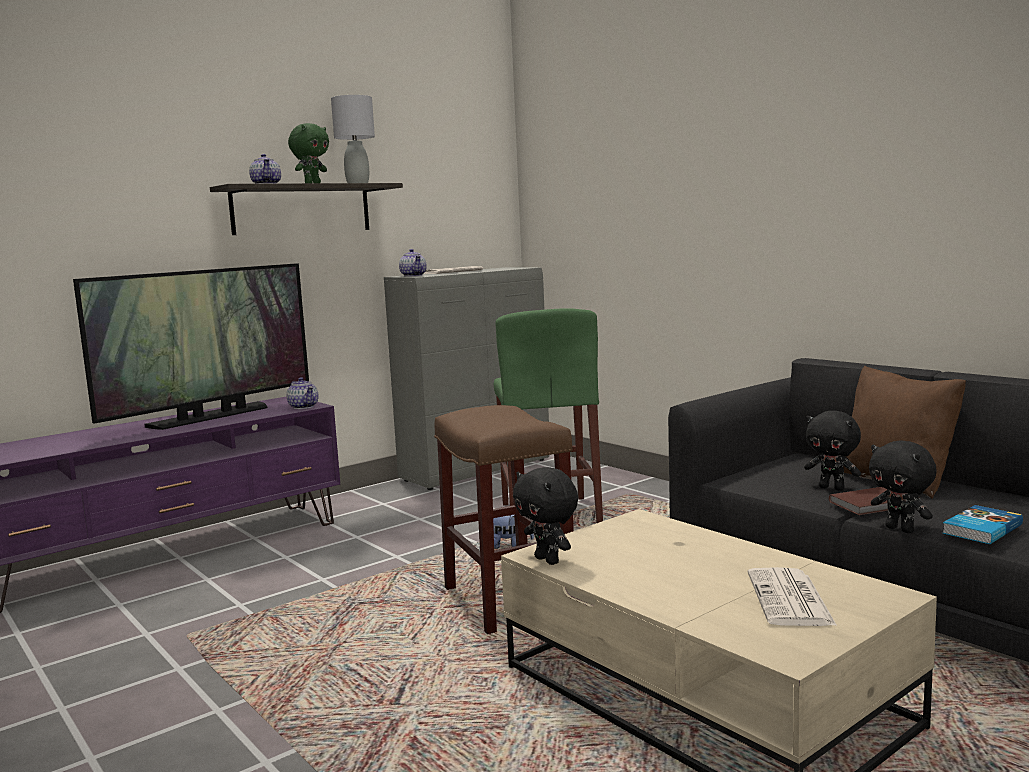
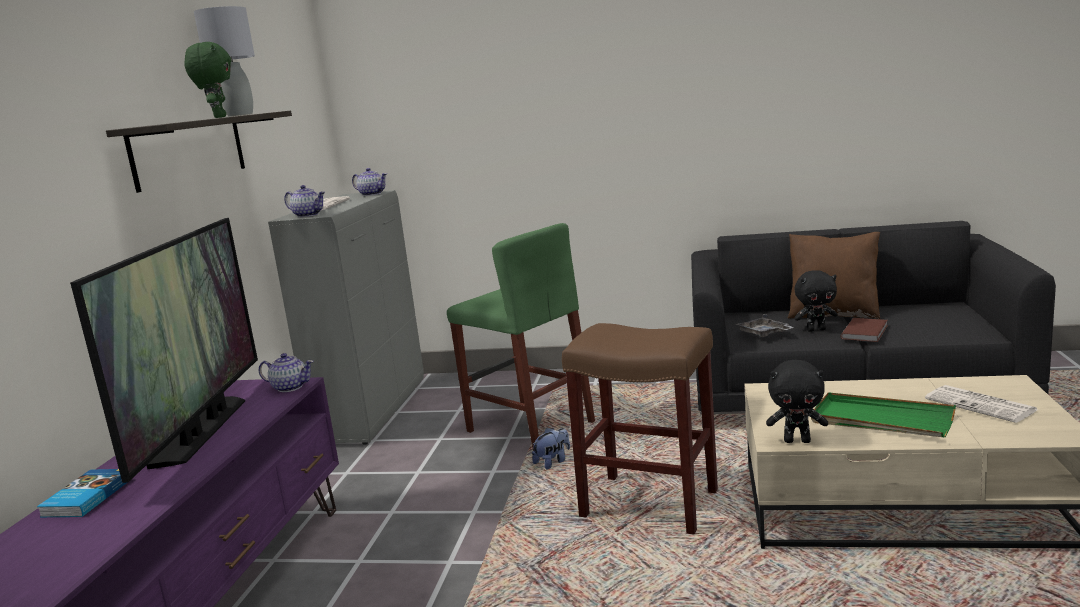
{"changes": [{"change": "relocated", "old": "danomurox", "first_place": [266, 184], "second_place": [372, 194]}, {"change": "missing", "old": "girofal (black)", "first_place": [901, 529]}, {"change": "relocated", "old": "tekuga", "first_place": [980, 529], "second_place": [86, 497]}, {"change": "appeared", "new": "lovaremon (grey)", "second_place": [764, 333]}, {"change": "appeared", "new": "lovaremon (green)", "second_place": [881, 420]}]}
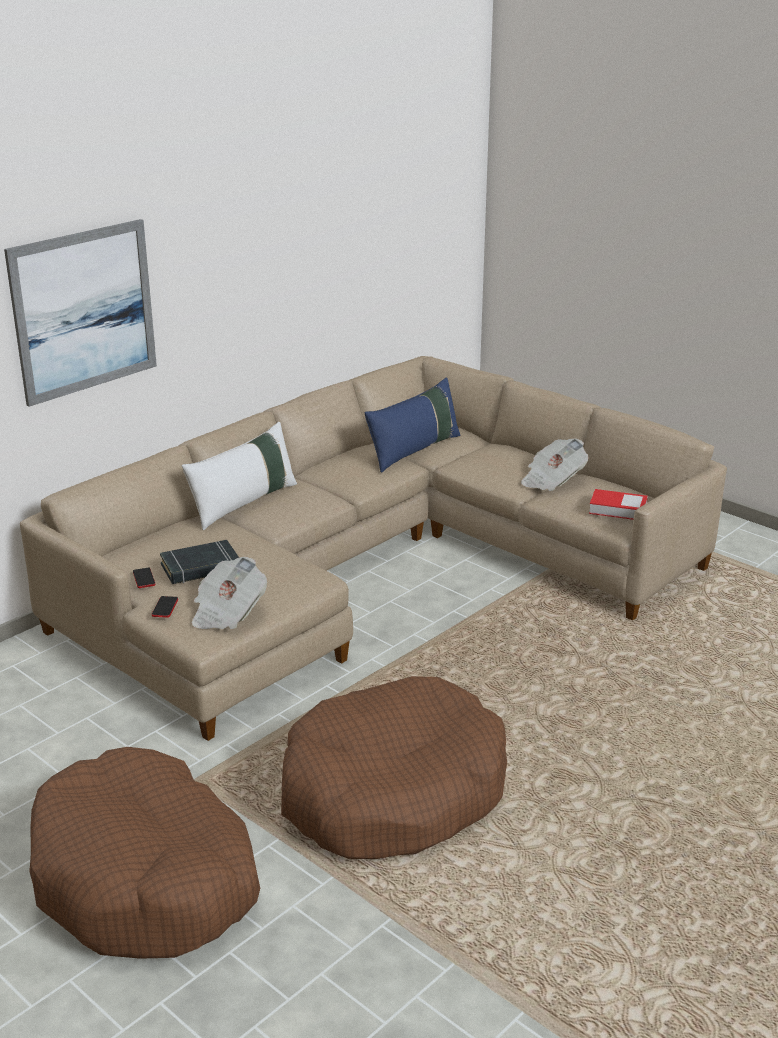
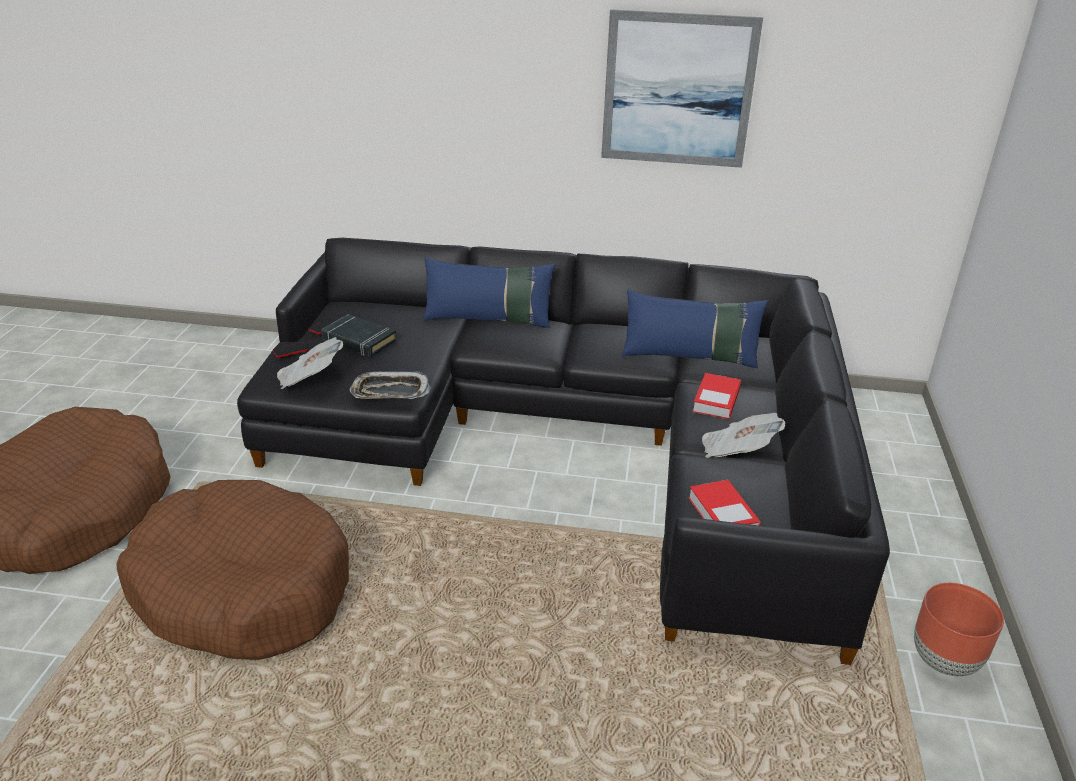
{"changes": [{"change": "relocated", "old": "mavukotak", "first_place": [84, 311], "second_place": [678, 90]}, {"change": "colour", "old": "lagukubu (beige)", "new": "lagukubu (black)", "first_place": [370, 570], "second_place": [575, 440]}, {"change": "colour", "old": "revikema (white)", "new": "revikema (blue)", "first_place": [244, 503], "second_place": [488, 319]}, {"change": "appeared", "new": "lovaremon", "second_place": [390, 392]}, {"change": "appeared", "new": "tekuga", "second_place": [716, 401]}, {"change": "appeared", "new": "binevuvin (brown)", "second_place": [944, 660]}]}
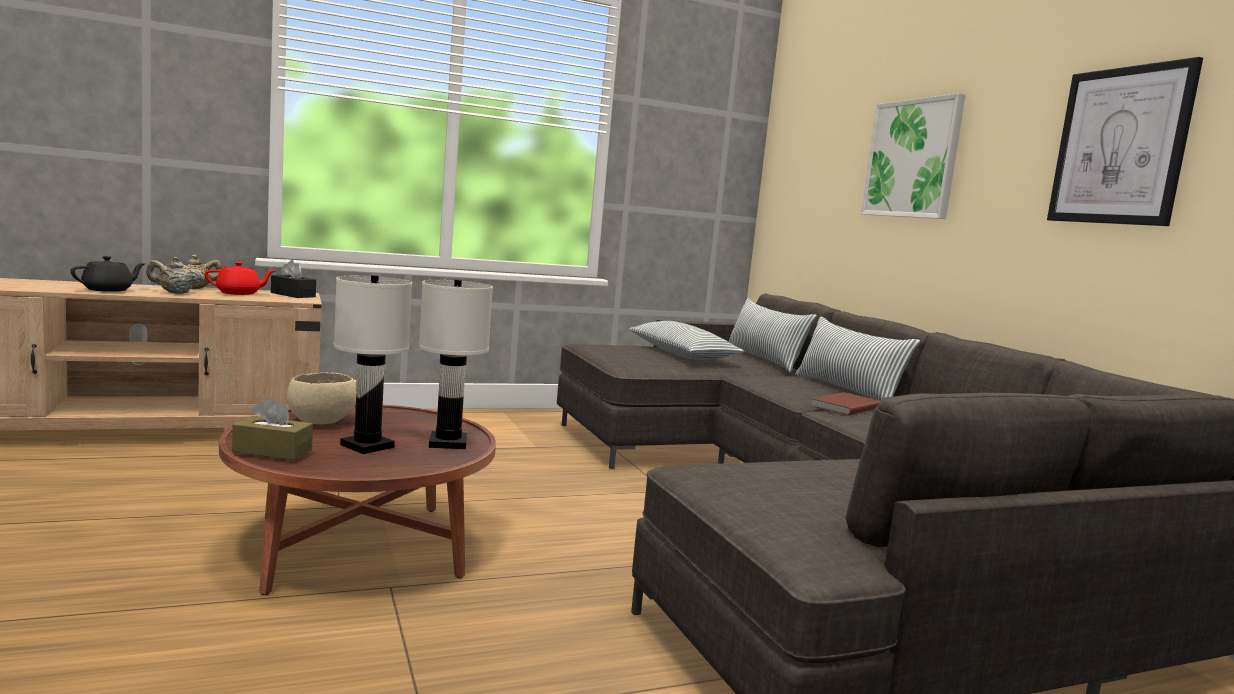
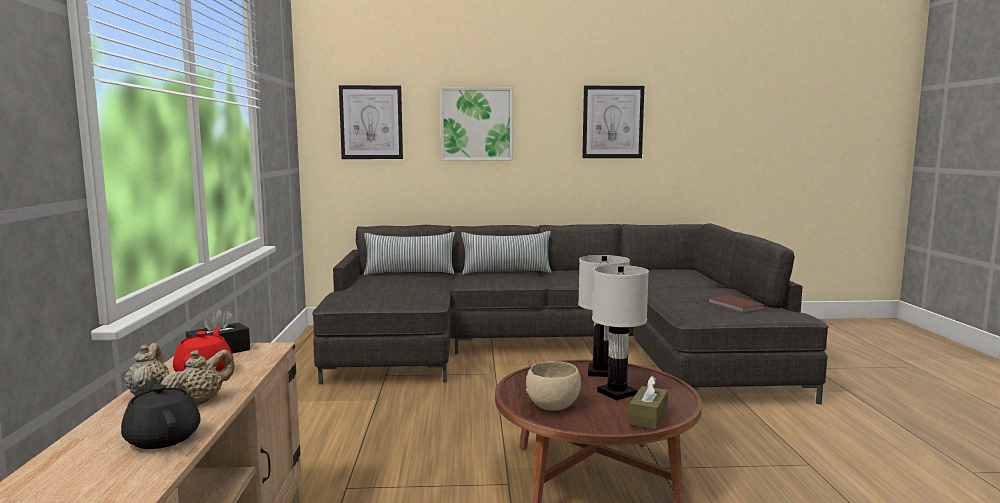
{"changes": [{"change": "spun", "old": "danomurox (beige)", "first_place": [175, 293], "second_place": [200, 401], "degrees": -150}, {"change": "missing", "old": "revikema", "first_place": [681, 354]}, {"change": "relocated", "old": "tekuga (brown)", "first_place": [844, 407], "second_place": [735, 306]}, {"change": "appeared", "new": "mavukotak", "second_place": [371, 122]}]}
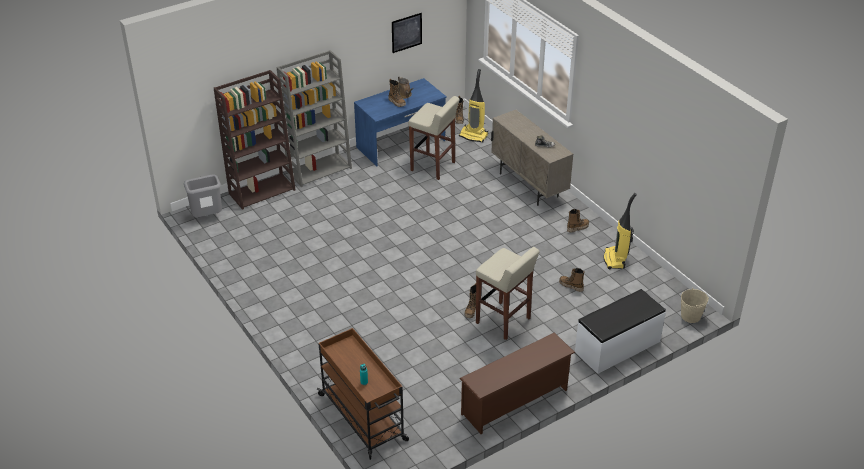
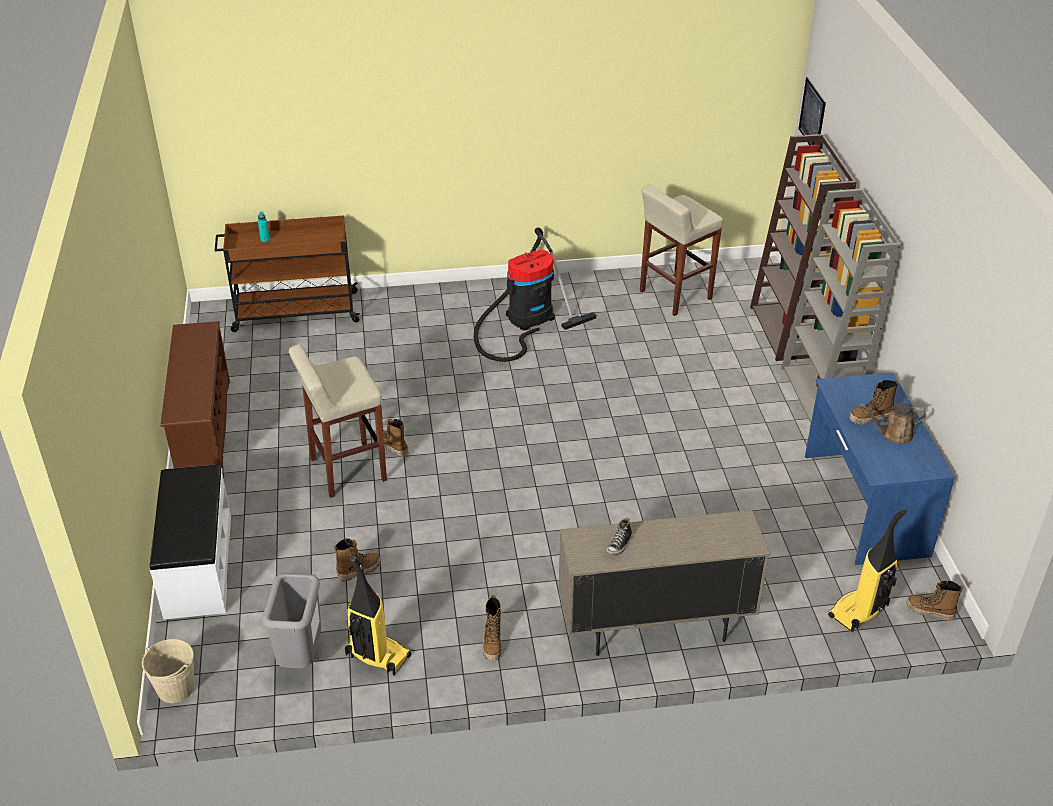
{"changes": [{"change": "relocated", "old": "mavukotak", "first_place": [406, 32], "second_place": [812, 115]}, {"change": "relocated", "old": "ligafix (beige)", "first_place": [433, 167], "second_place": [674, 295]}, {"change": "relocated", "old": "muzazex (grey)", "first_place": [207, 217], "second_place": [301, 658]}, {"change": "appeared", "new": "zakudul", "second_place": [526, 319]}]}
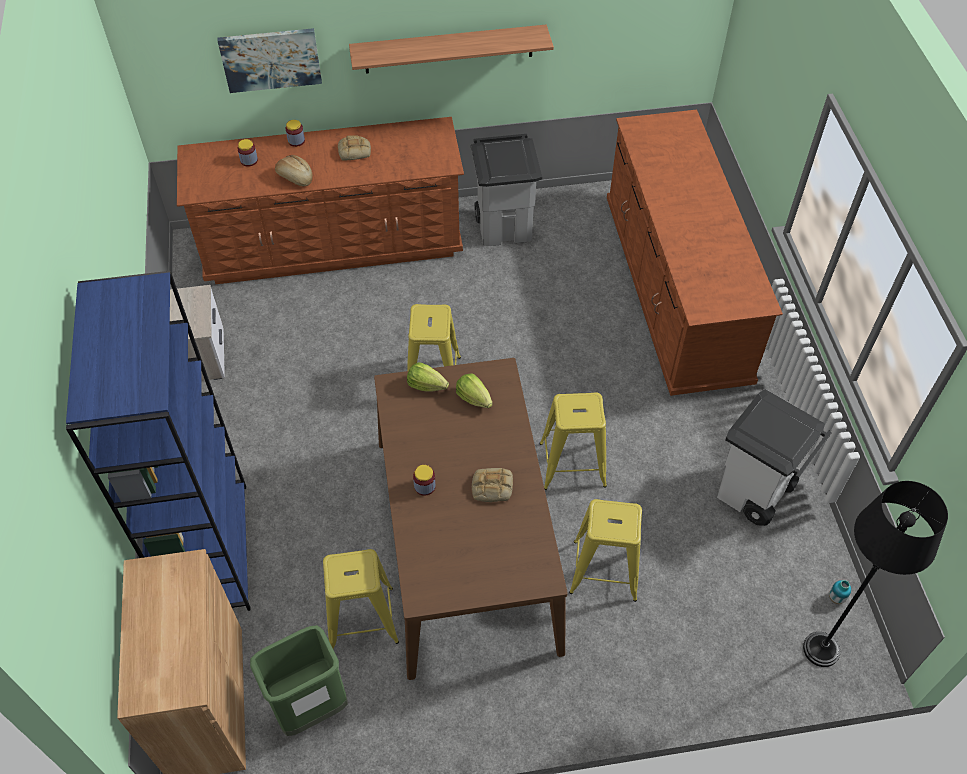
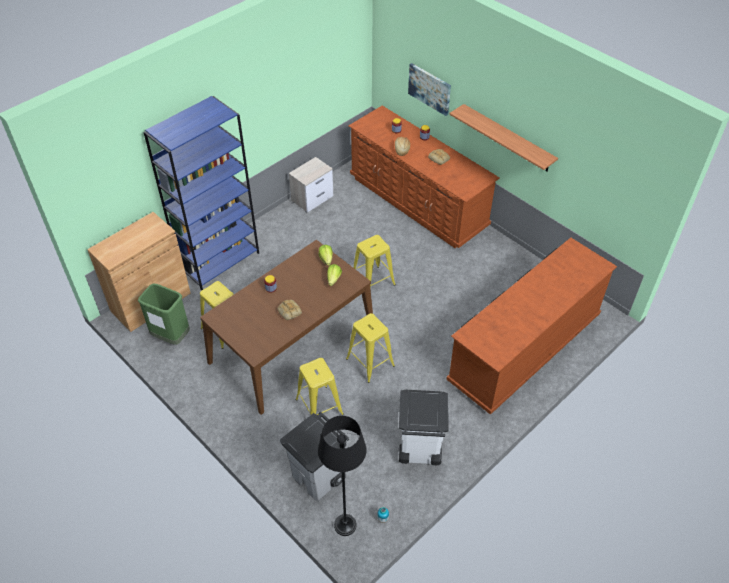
{"changes": [{"change": "relocated", "old": "muzazex (grey)", "first_place": [505, 227], "second_place": [318, 477]}]}
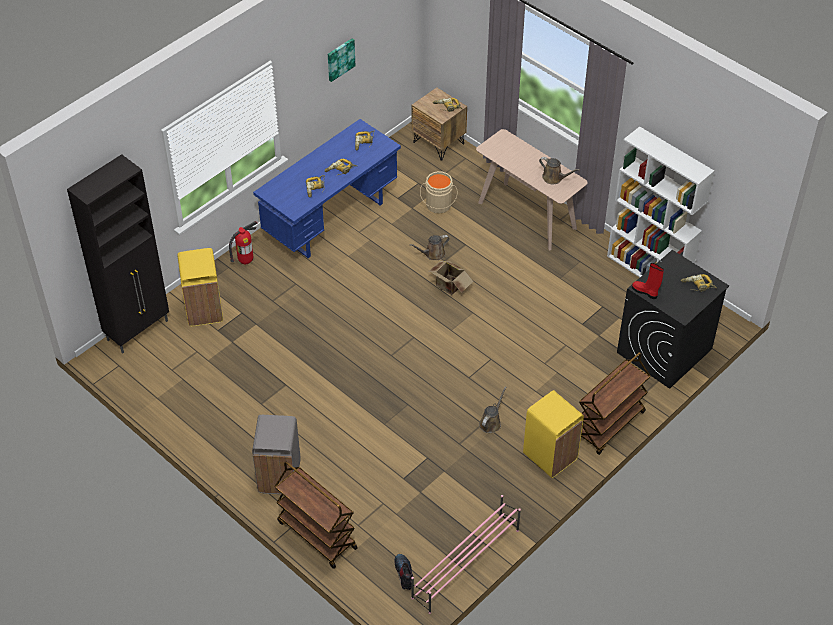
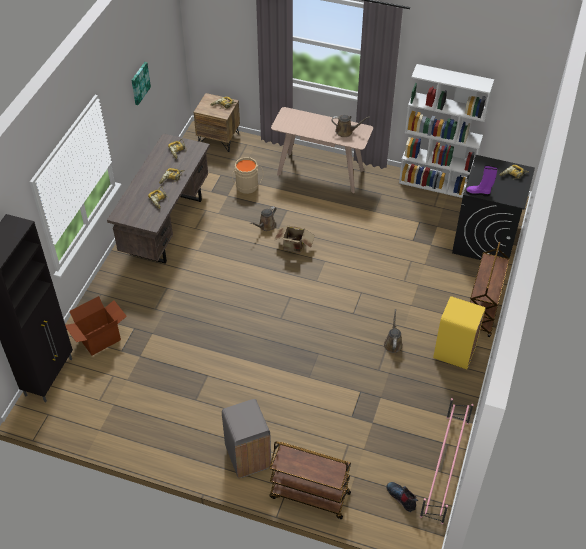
{"changes": [{"change": "colour", "old": "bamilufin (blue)", "new": "bamilufin (brown)", "first_place": [331, 219], "second_place": [166, 225]}, {"change": "missing", "old": "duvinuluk", "first_place": [246, 261]}, {"change": "exchanged", "old": "muzazex (yellow)", "new": "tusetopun", "first_place": [203, 310], "second_place": [99, 338]}, {"change": "colour", "old": "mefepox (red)", "new": "mefepox (purple)", "first_place": [645, 292], "second_place": [478, 193]}]}
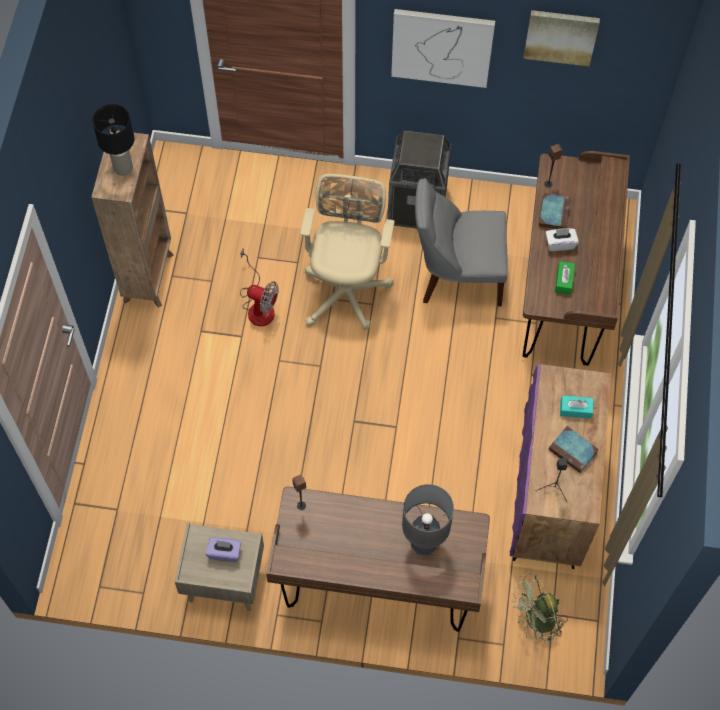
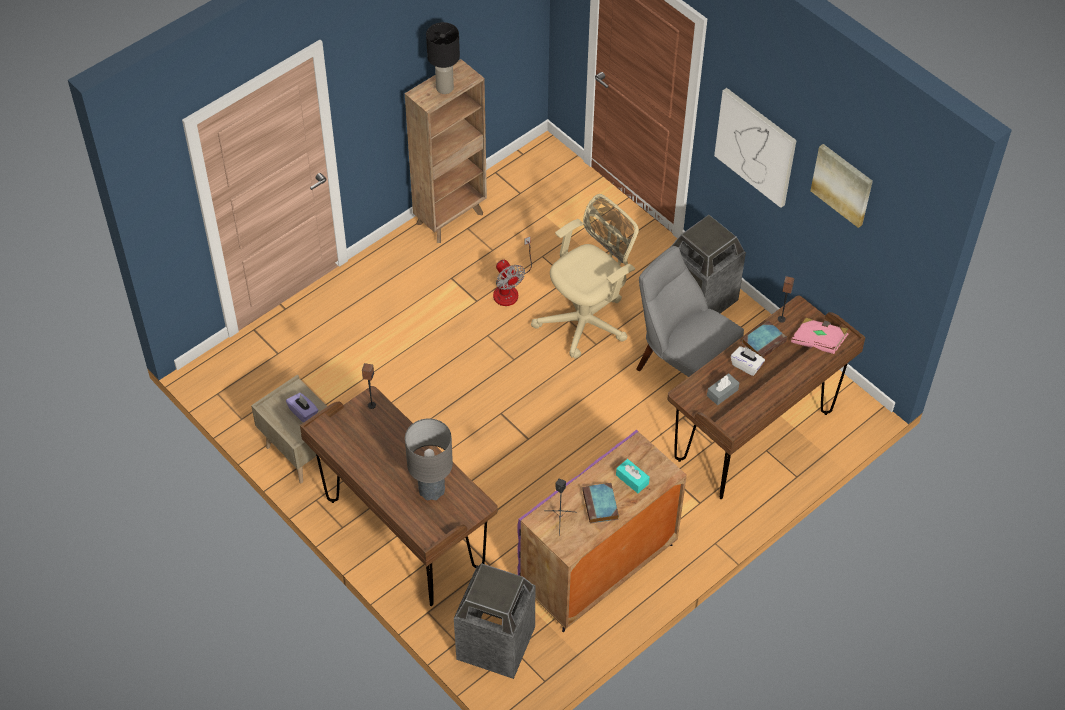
{"changes": [{"change": "colour", "old": "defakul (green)", "new": "defakul (grey)", "first_place": [564, 281], "second_place": [722, 393]}, {"change": "exchanged", "old": "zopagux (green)", "new": "muzazex", "first_place": [535, 622], "second_place": [496, 645]}, {"change": "appeared", "new": "tekuga (pink)", "second_place": [818, 341]}]}
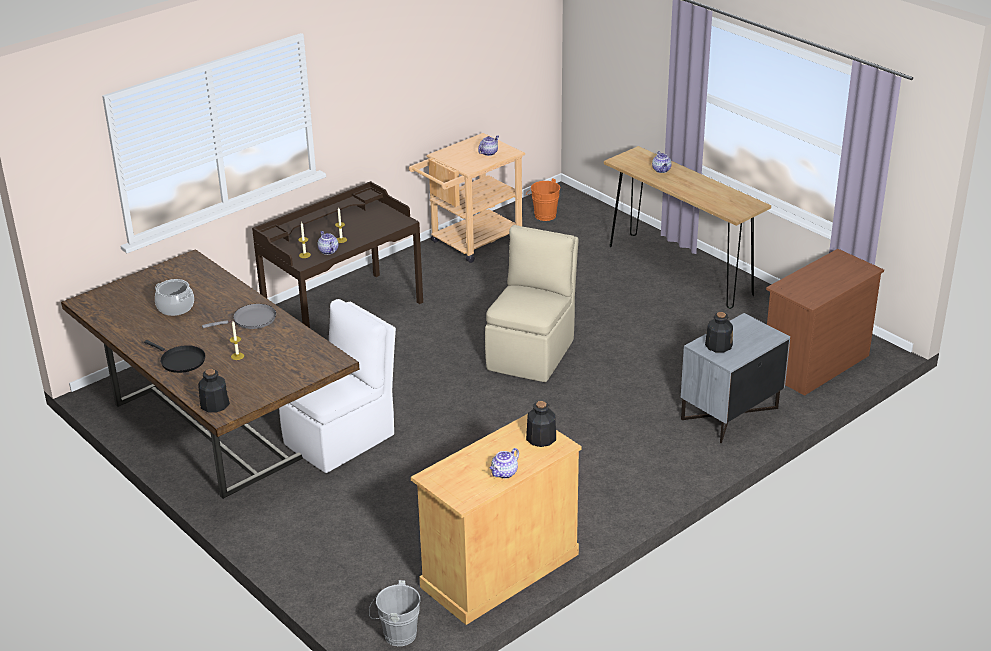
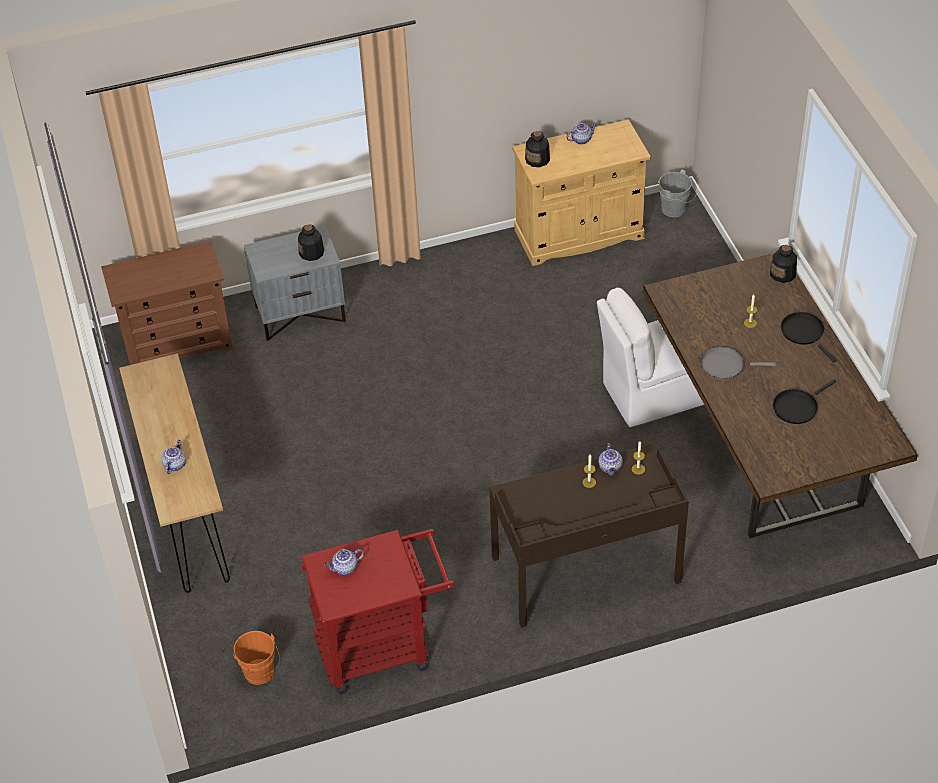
{"changes": [{"change": "colour", "old": "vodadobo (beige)", "new": "vodadobo (red)", "first_place": [470, 243], "second_place": [383, 647]}, {"change": "missing", "old": "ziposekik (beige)", "first_place": [532, 353]}, {"change": "exchanged", "old": "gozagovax", "new": "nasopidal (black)", "first_place": [176, 307], "second_place": [797, 407]}]}
